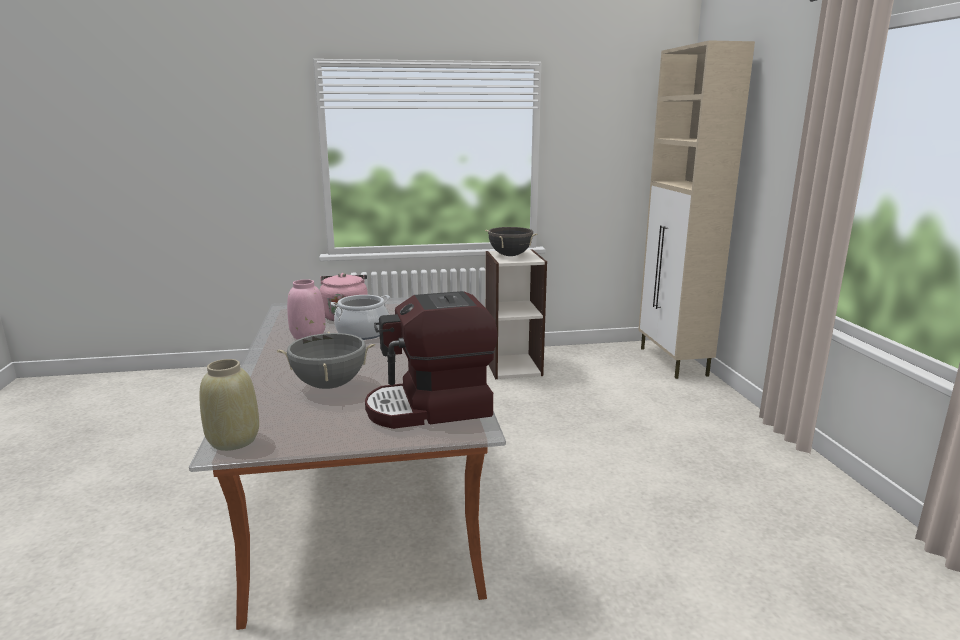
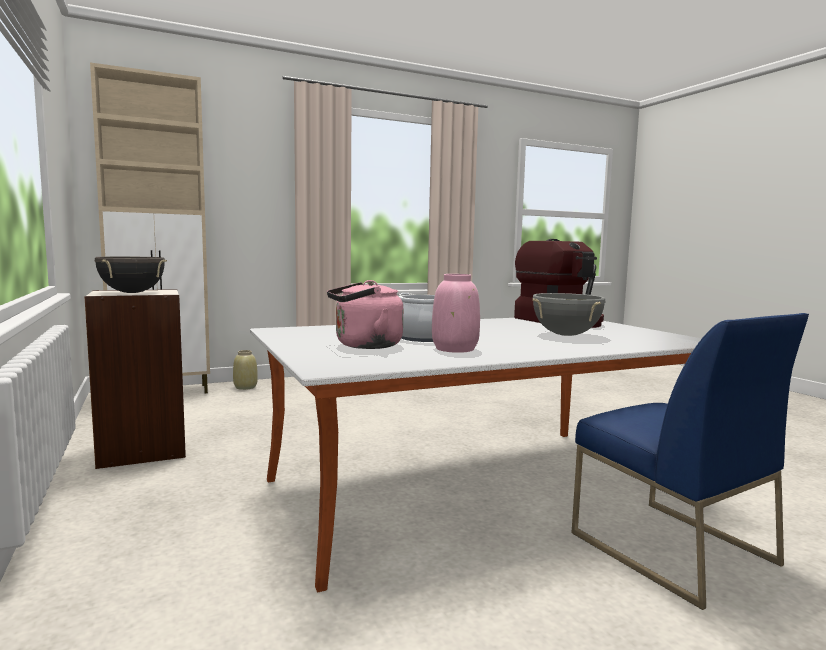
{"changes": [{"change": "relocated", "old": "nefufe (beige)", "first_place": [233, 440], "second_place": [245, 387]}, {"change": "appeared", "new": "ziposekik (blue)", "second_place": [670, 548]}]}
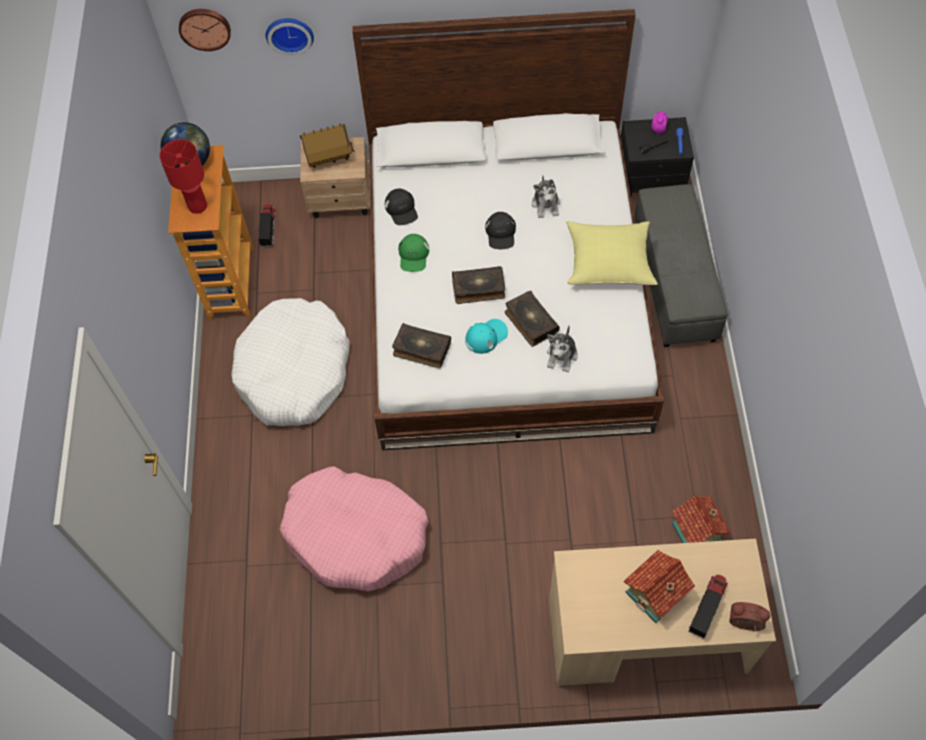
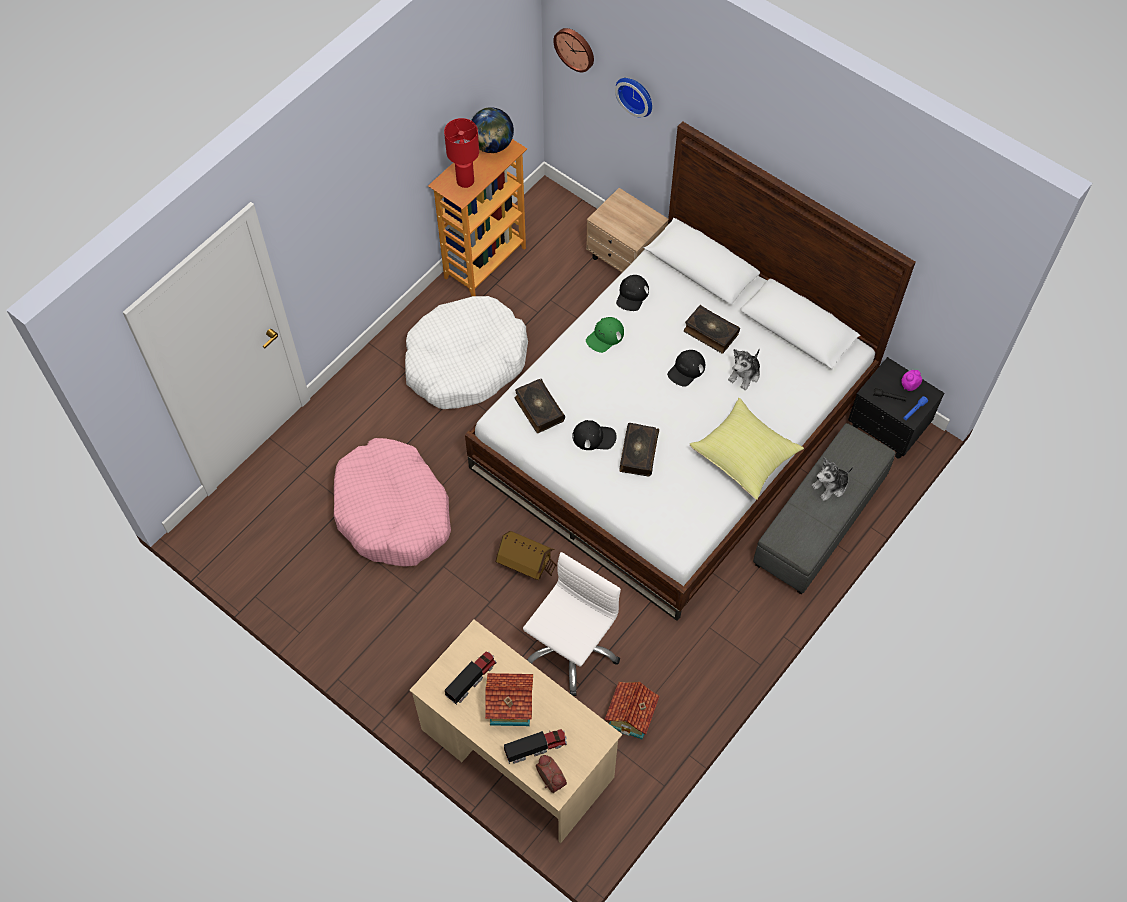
{"changes": [{"change": "relocated", "old": "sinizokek", "first_place": [328, 157], "second_place": [526, 564]}, {"change": "relocated", "old": "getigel", "first_place": [268, 228], "second_place": [471, 679]}, {"change": "relocated", "old": "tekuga", "first_place": [478, 289], "second_place": [710, 333]}, {"change": "colour", "old": "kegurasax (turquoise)", "new": "kegurasax (black)", "first_place": [486, 336], "second_place": [594, 437]}, {"change": "relocated", "old": "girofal", "first_place": [562, 356], "second_place": [830, 486]}, {"change": "appeared", "new": "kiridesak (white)", "second_place": [571, 648]}]}
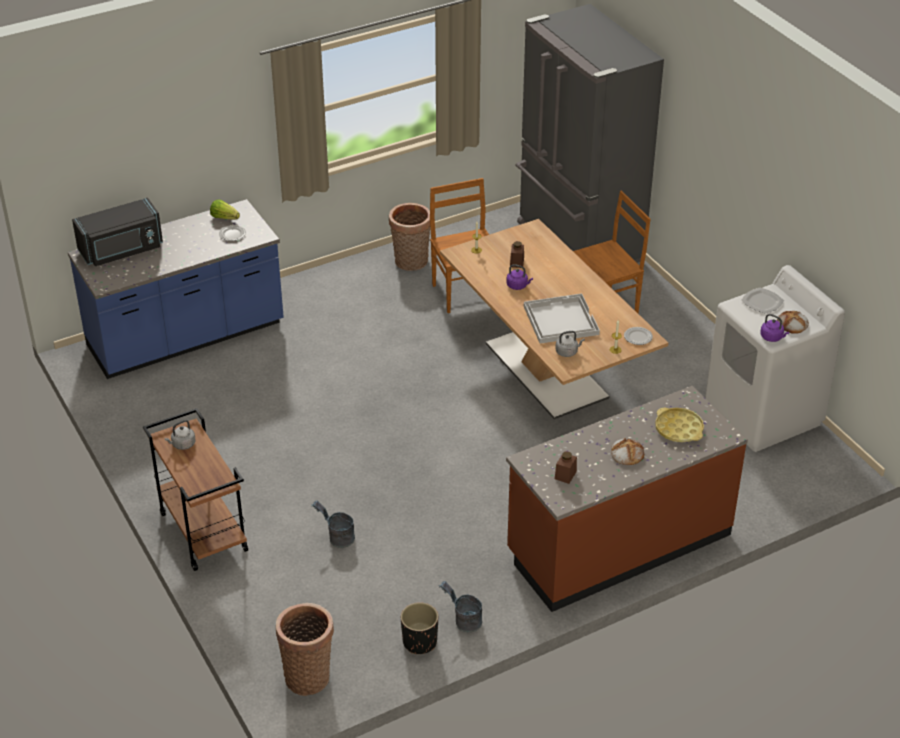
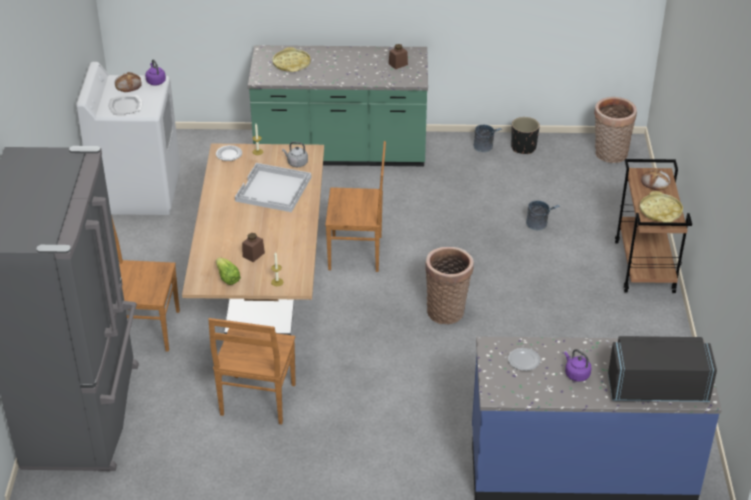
{"changes": [{"change": "relocated", "old": "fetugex", "first_place": [224, 217], "second_place": [227, 278]}, {"change": "relocated", "old": "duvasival", "first_place": [411, 263], "second_place": [447, 310]}, {"change": "relocated", "old": "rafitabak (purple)", "first_place": [518, 286], "second_place": [576, 374]}, {"change": "colour", "old": "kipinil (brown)", "new": "kipinil (green)", "first_place": [618, 544], "second_place": [341, 153]}, {"change": "exchanged", "old": "rafitabak (grey)", "new": "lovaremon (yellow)", "first_place": [182, 445], "second_place": [660, 211]}, {"change": "relocated", "old": "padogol", "first_place": [626, 453], "second_place": [655, 182]}, {"change": "appeared", "new": "ziposekik (brown)", "second_place": [357, 253]}]}
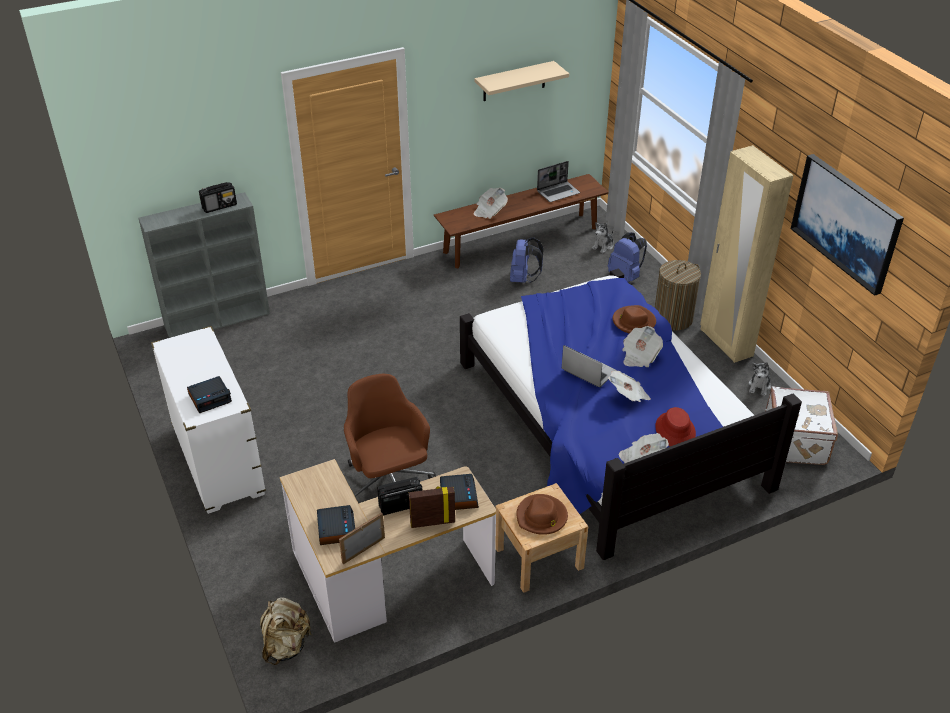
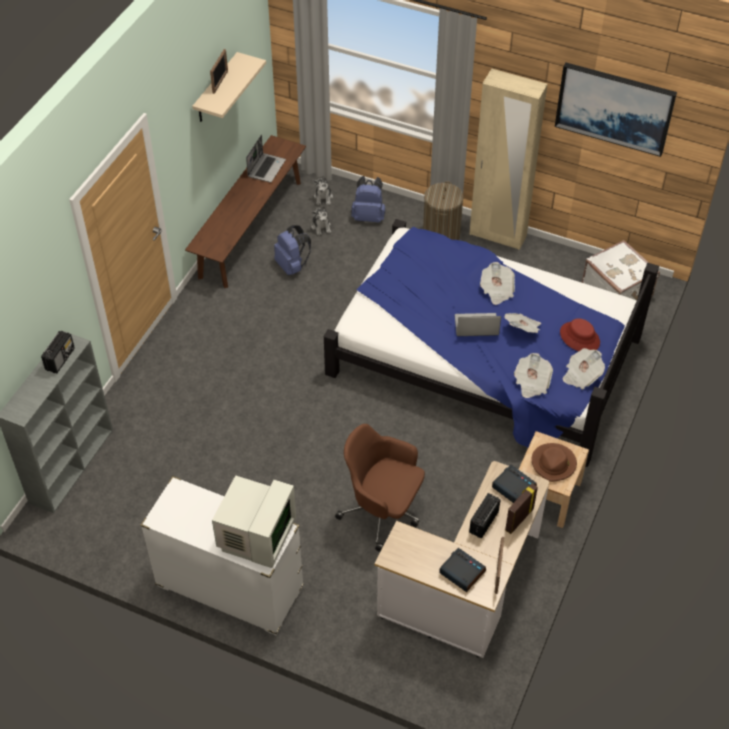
{"changes": [{"change": "relocated", "old": "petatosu", "first_place": [489, 211], "second_place": [531, 383]}, {"change": "missing", "old": "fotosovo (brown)", "first_place": [633, 322]}, {"change": "relocated", "old": "girofal", "first_place": [759, 386], "second_place": [321, 227]}, {"change": "exchanged", "old": "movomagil", "new": "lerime", "first_place": [210, 398], "second_place": [255, 537]}, {"change": "missing", "old": "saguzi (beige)", "first_place": [286, 645]}, {"change": "appeared", "new": "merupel", "second_place": [220, 82]}]}
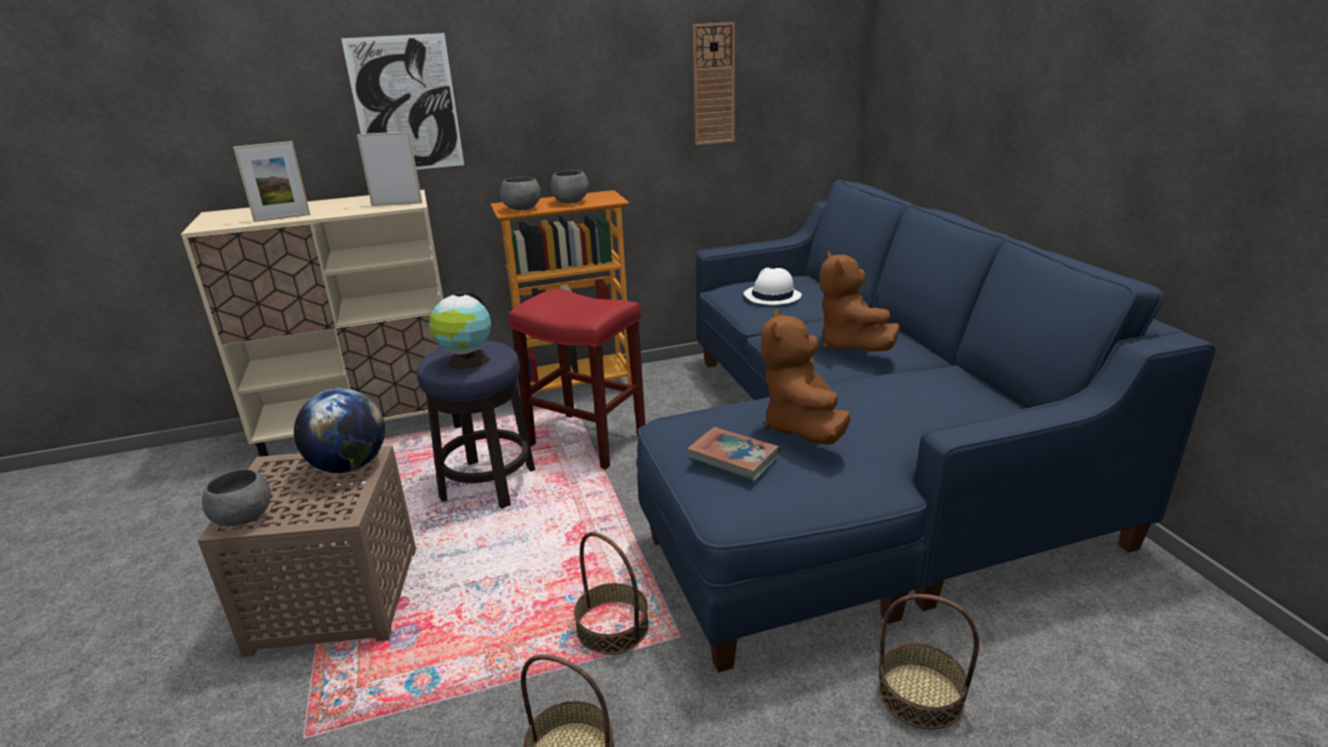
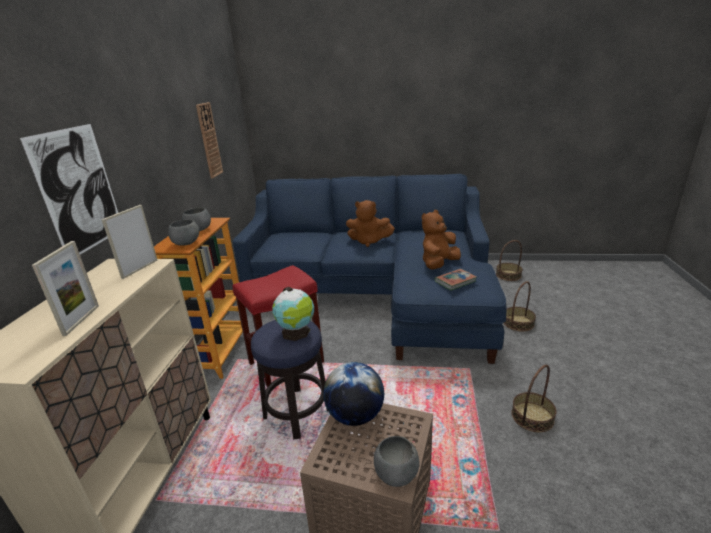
{"changes": [{"change": "missing", "old": "fotosovo (white)", "first_place": [771, 296]}, {"change": "spun", "old": "girofal (brown)", "first_place": [802, 427], "second_place": [438, 264], "degrees": 105}, {"change": "relocated", "old": "duvasival", "first_place": [613, 627], "second_place": [508, 275]}]}
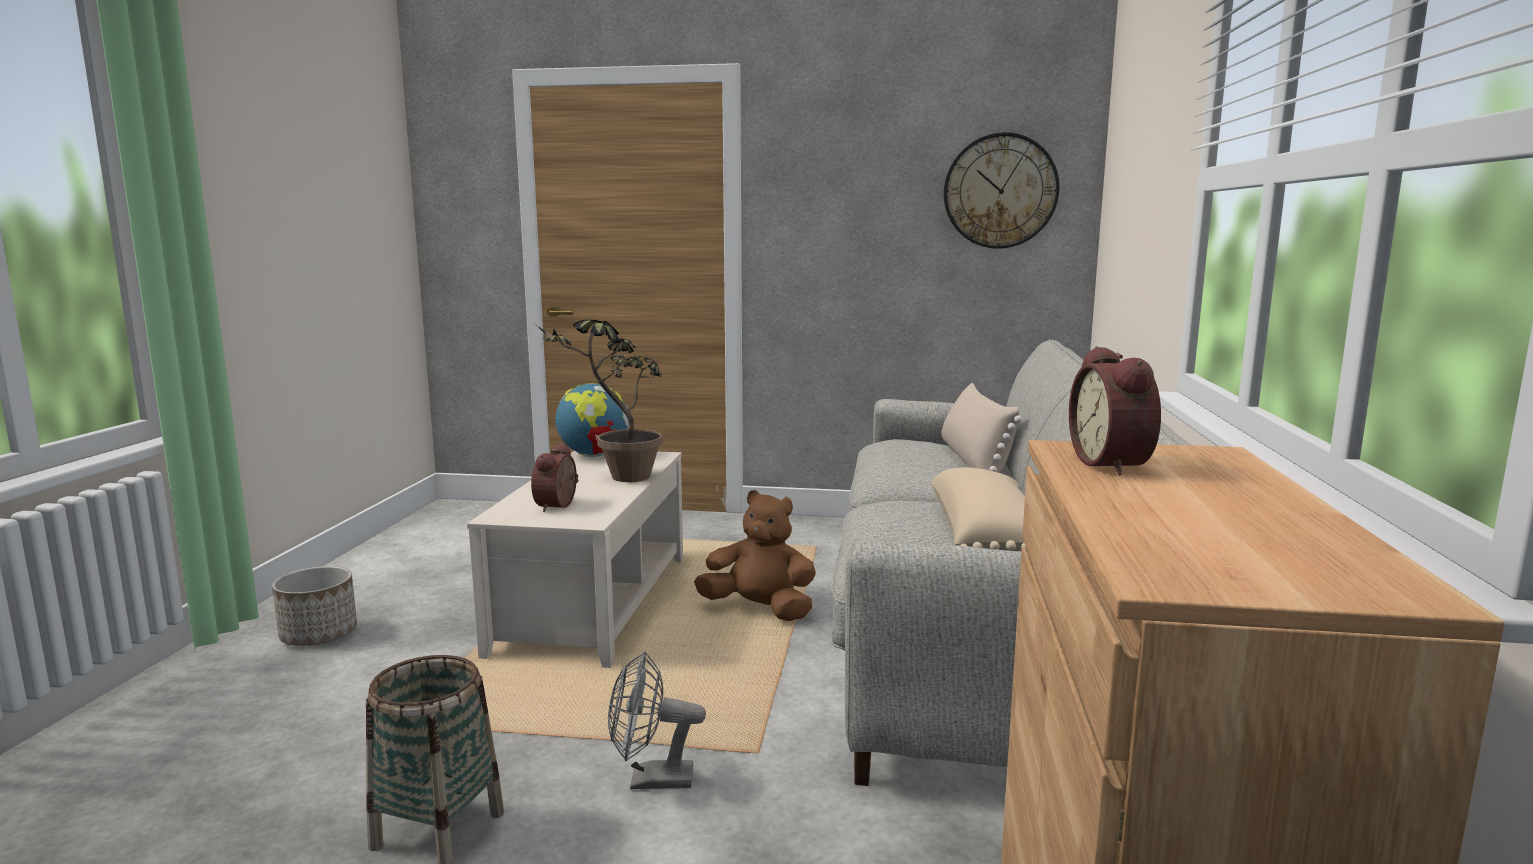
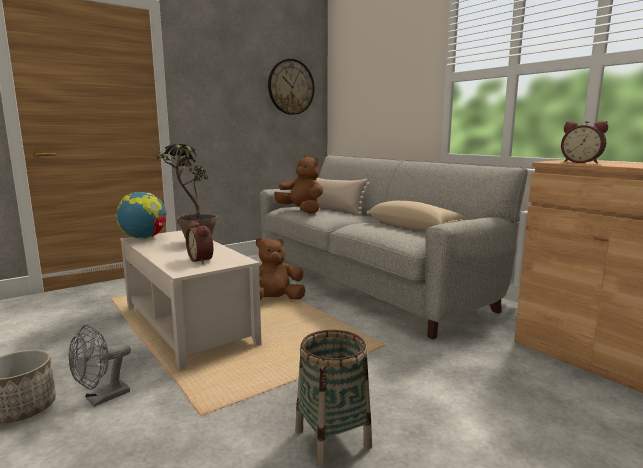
{"changes": [{"change": "relocated", "old": "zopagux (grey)", "first_place": [651, 780], "second_place": [102, 398]}, {"change": "appeared", "new": "girofal (brown)", "second_place": [301, 211]}]}
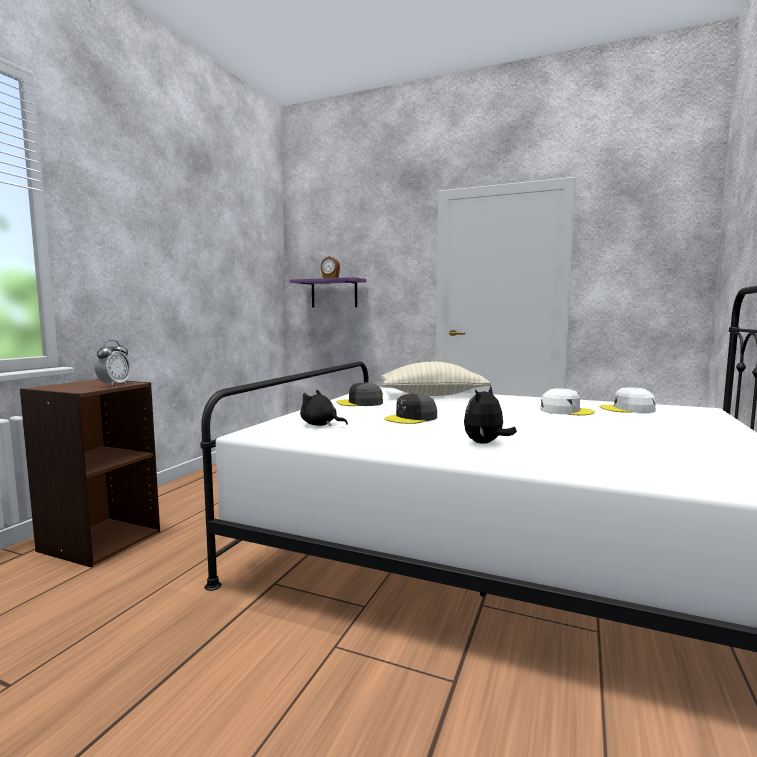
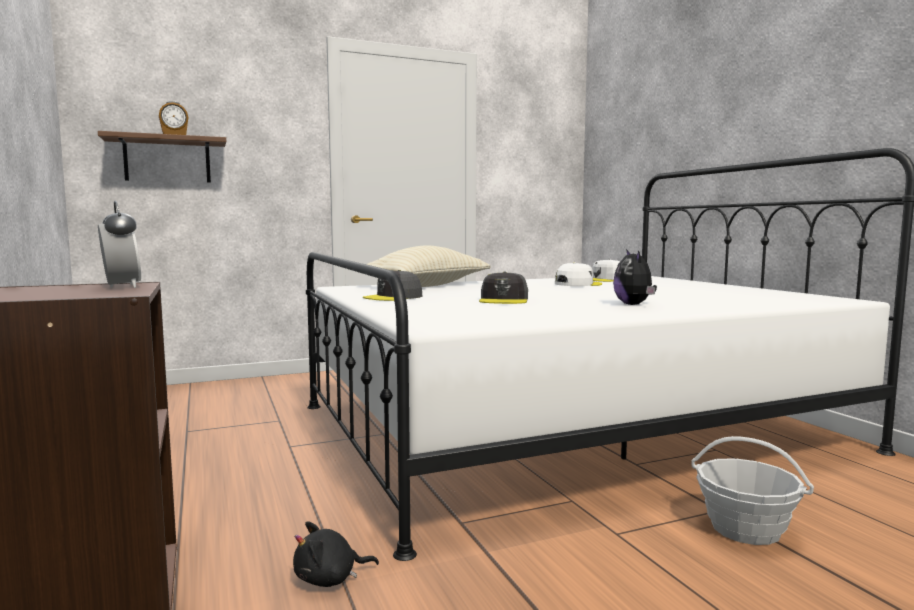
{"changes": [{"change": "colour", "old": "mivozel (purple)", "new": "mivozel (brown)", "first_place": [334, 293], "second_place": [167, 160]}, {"change": "relocated", "old": "girofal (black)", "first_place": [320, 425], "second_place": [330, 579]}, {"change": "appeared", "new": "duvasival", "second_place": [745, 529]}]}
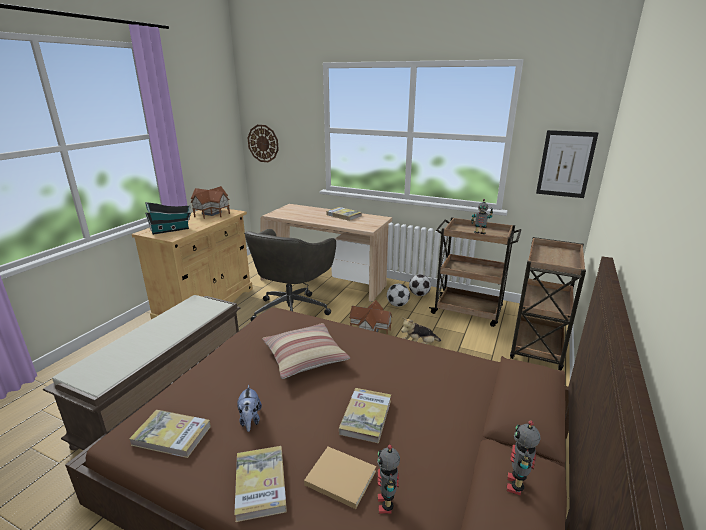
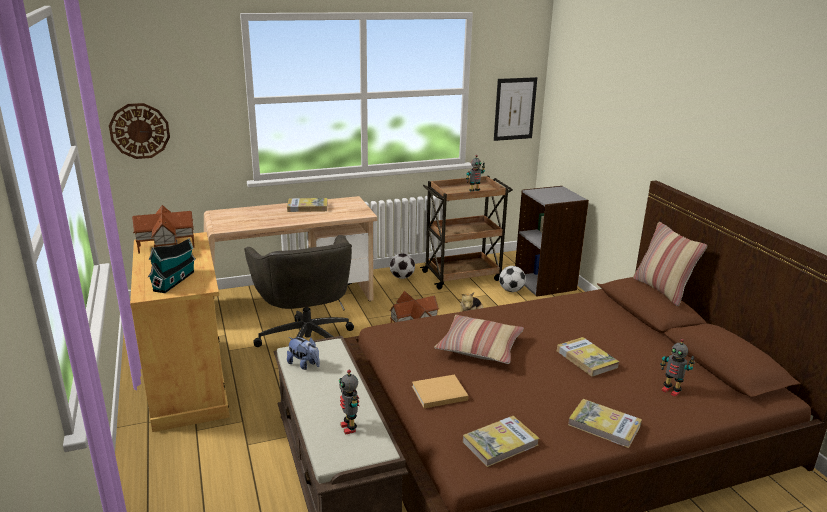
{"changes": [{"change": "exchanged", "old": "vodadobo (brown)", "new": "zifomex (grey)", "first_place": [537, 347], "second_place": [545, 283]}, {"change": "relocated", "old": "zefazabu", "first_place": [397, 305], "second_place": [511, 290]}, {"change": "relocated", "old": "girofal", "first_place": [250, 420], "second_place": [304, 365]}, {"change": "relocated", "old": "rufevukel", "first_place": [516, 485], "second_place": [349, 427]}, {"change": "relocated", "old": "tekuga (beige)", "first_place": [339, 477], "second_place": [438, 393]}, {"change": "appeared", "new": "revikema", "second_place": [662, 290]}]}
